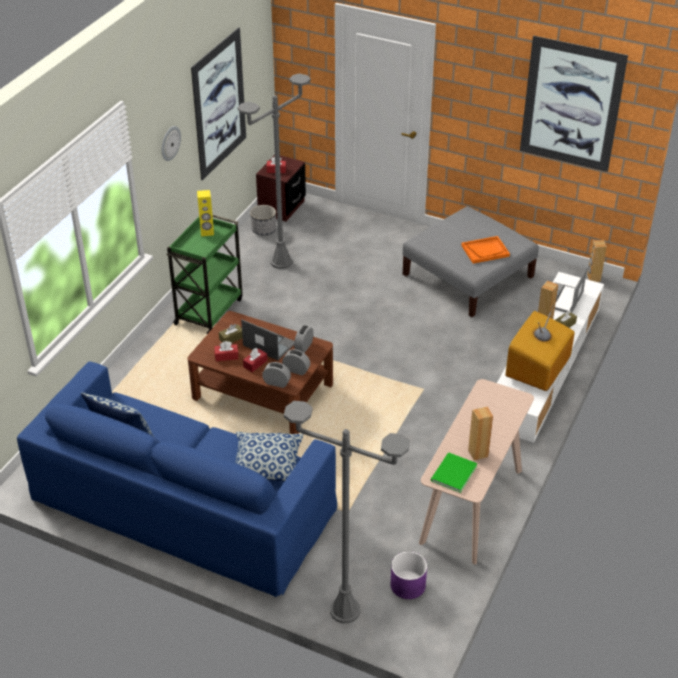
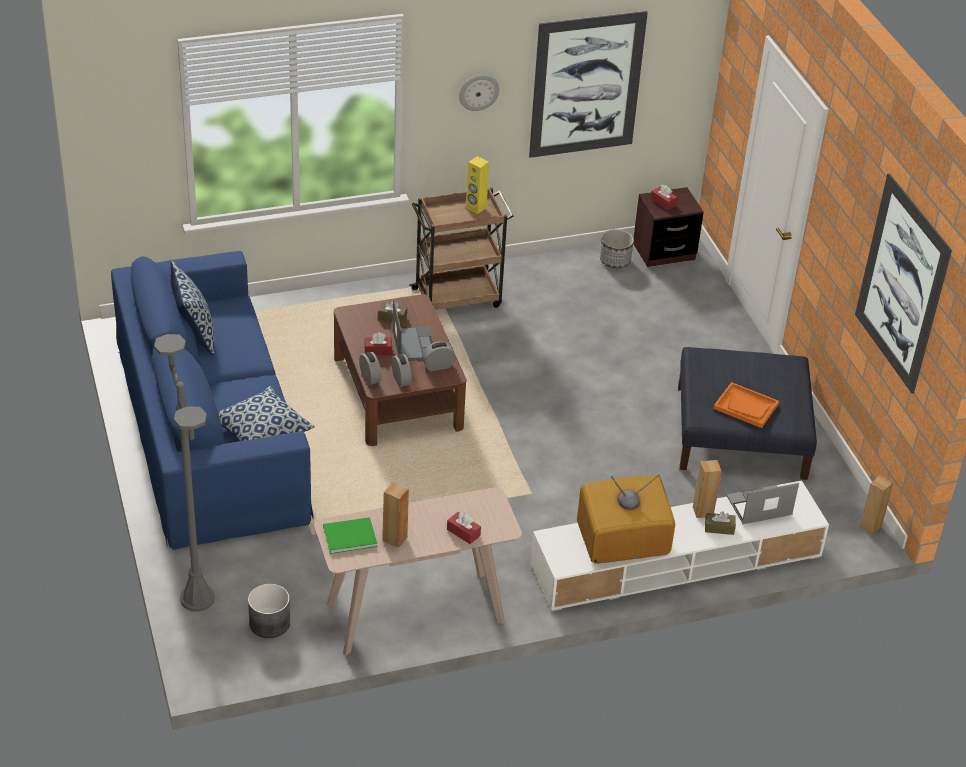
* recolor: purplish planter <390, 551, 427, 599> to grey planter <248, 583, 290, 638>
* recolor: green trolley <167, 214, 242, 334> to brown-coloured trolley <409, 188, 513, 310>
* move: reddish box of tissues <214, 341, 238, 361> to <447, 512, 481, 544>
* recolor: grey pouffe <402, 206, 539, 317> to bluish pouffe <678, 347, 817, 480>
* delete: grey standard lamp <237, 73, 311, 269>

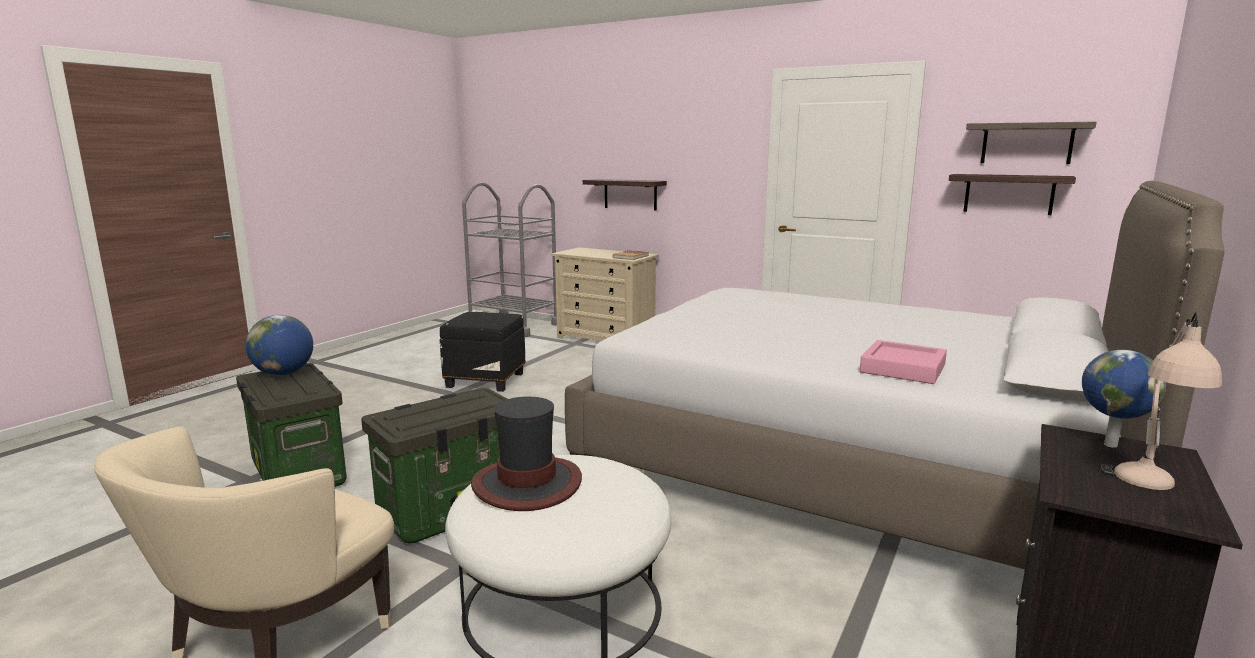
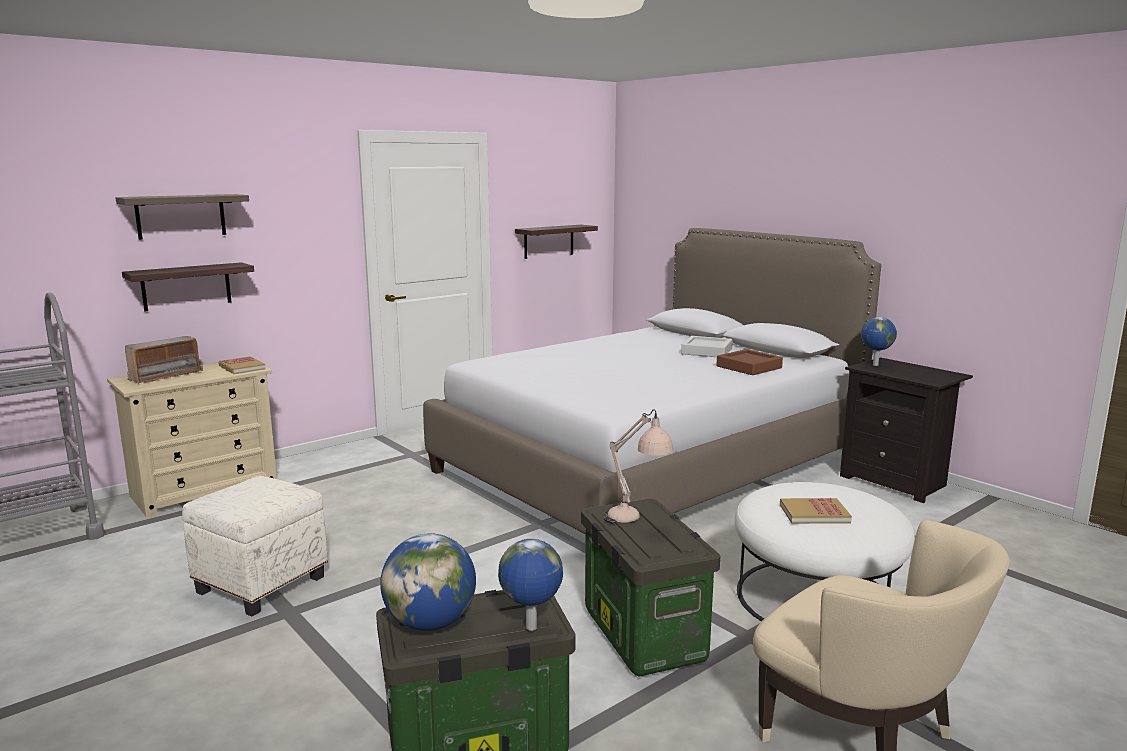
* move: bracket shelf <966, 122, 1097, 164> to <116, 194, 249, 240>
* insert: radio <125, 336, 203, 384>
* recolor: black-coloured pouffe <439, 312, 526, 392> to white-coloured pouffe <182, 476, 328, 617>
* insert: world globe <498, 539, 563, 631>
* move: beige-coloured lamp for a table <1101, 312, 1222, 490> to <604, 409, 674, 524>
* insert: grey serving tray <681, 336, 733, 357>
* recolor: pink serving tray <860, 340, 947, 384> to brown-coloured serving tray <716, 349, 783, 375>
* replace: wearable hat <471, 397, 582, 511> to bound book <780, 498, 852, 524>

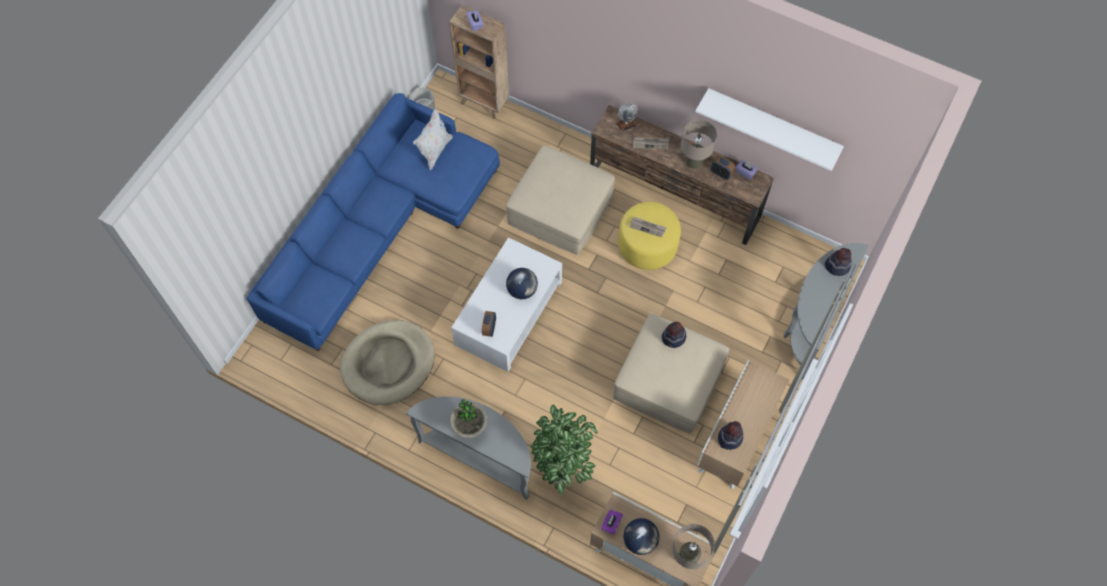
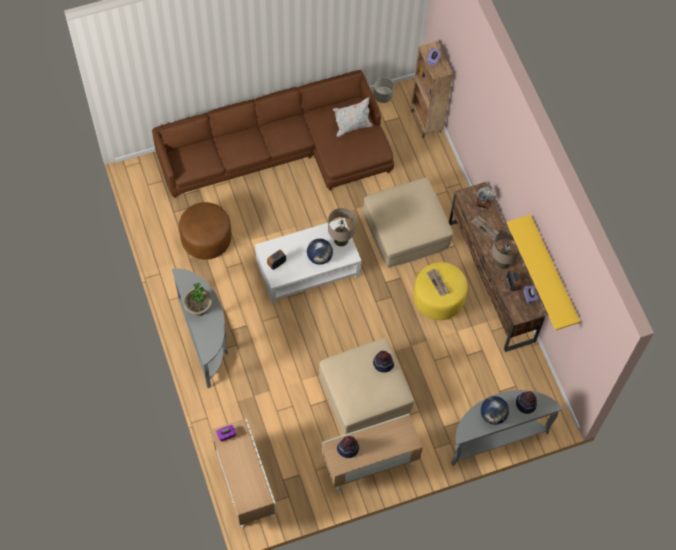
* recolor: bluish settee <247, 93, 500, 352> to brown-coloured settee <152, 70, 394, 198>
* replace: beige-coloured pet bed <340, 320, 435, 405> to brown-coloured pouffe <179, 202, 232, 260>
* move: beige-coloured lamp for a table <672, 524, 715, 569> to <328, 208, 356, 246>
* move: world globe <623, 518, 660, 555> to <481, 396, 509, 425>
* recolor: white-coloured bracket shelf <695, 88, 844, 171> to yellowish bracket shelf <507, 215, 580, 330>
* delete: plant in a pot <530, 405, 598, 495>

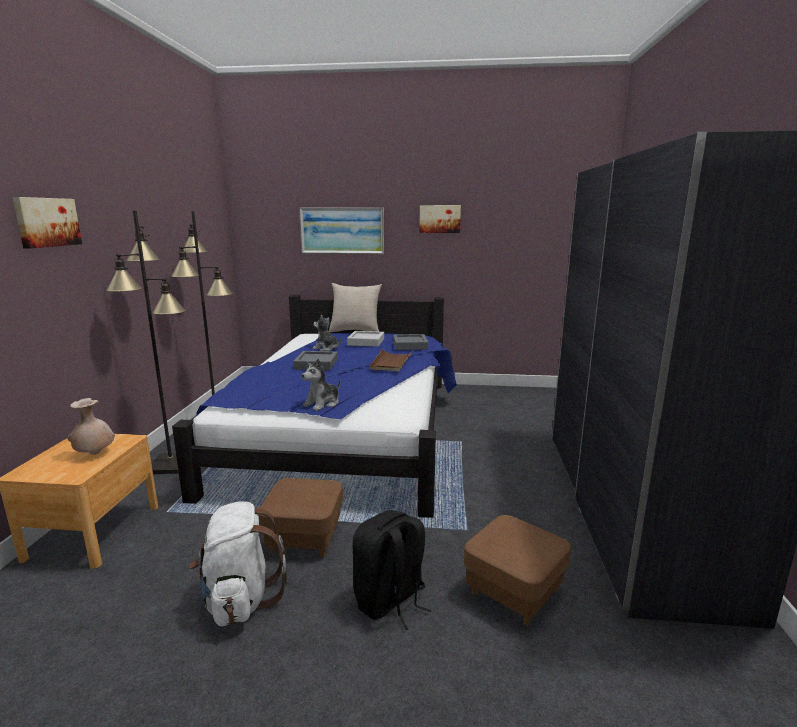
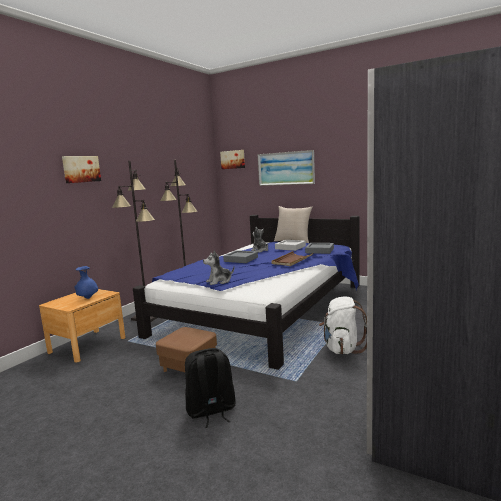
* recolor: beige-coloured vase <67, 398, 115, 455> to bluish vase <74, 266, 98, 299>
* move: picture <419, 205, 461, 233> to <220, 150, 245, 169>
* move: white-coloured knapsack <189, 501, 287, 626> to <319, 296, 367, 354>
* delete: brown-coloured pouffe <464, 515, 571, 626>

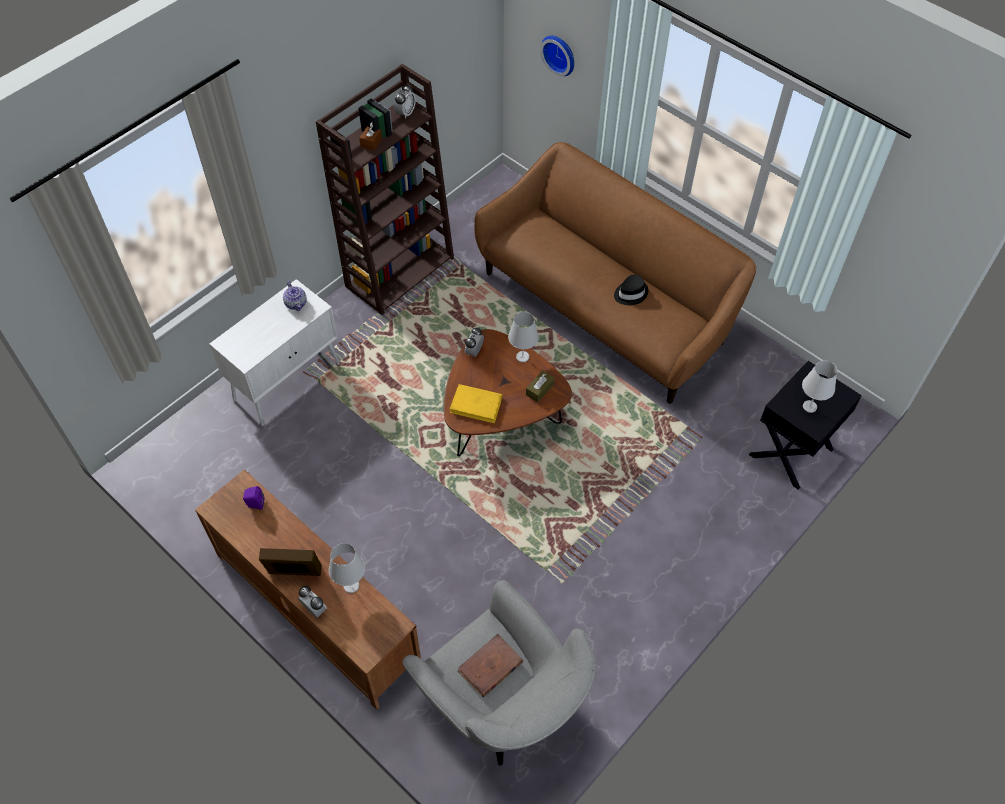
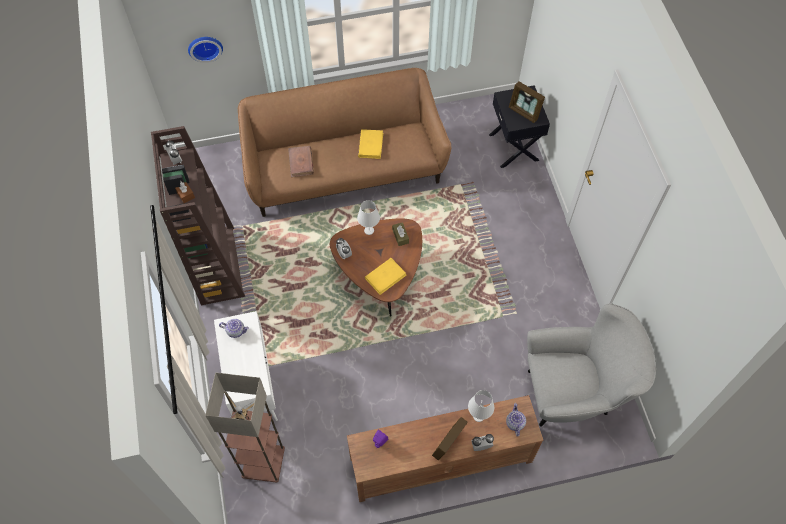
* insert: standard lamp <205, 372, 285, 483>
* move: brown-coloured bound book <457, 634, 523, 697> to <288, 146, 314, 177>
* replace: black-coloured wearable hat <614, 274, 648, 305> to yellowish bound book <358, 129, 383, 159>
* insert: teapot <506, 403, 526, 437>
* replace: white-coloured lamp for a table <802, 361, 838, 413> to picture frame <509, 81, 545, 123>

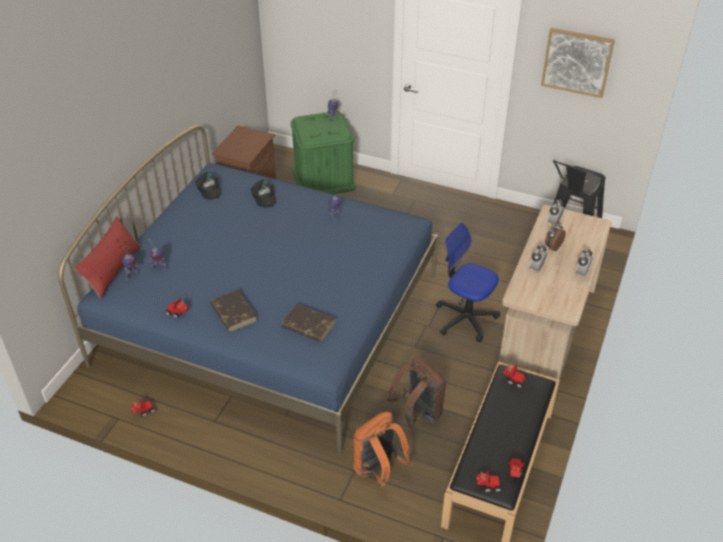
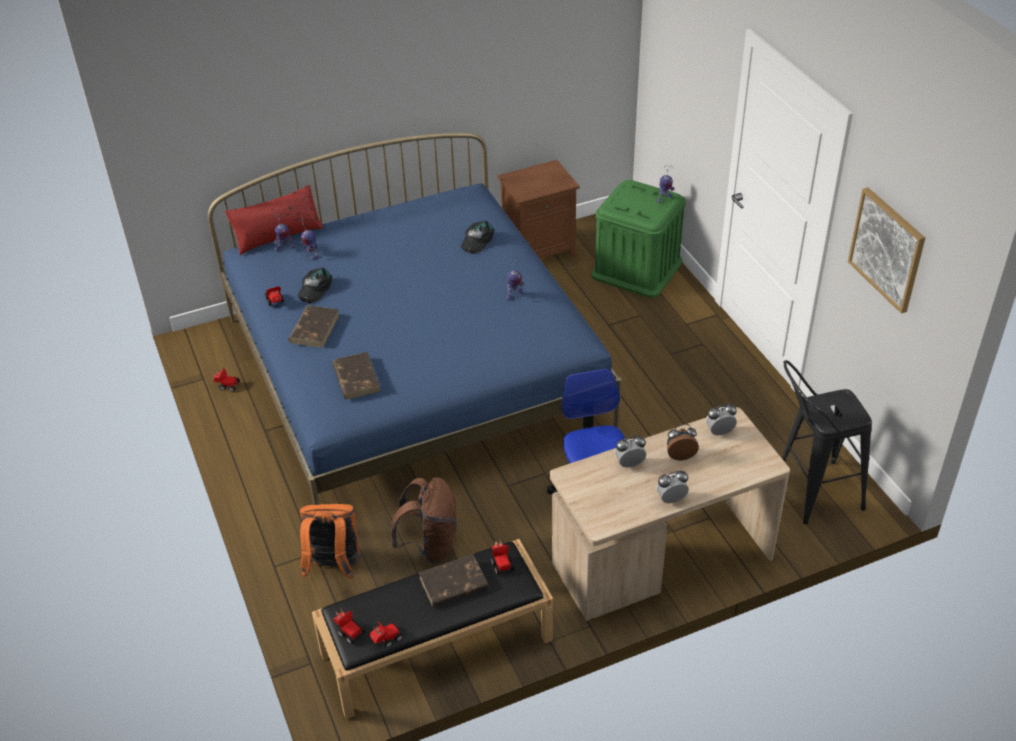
* move: black-coloured baseball cap <195, 172, 222, 199> to <298, 268, 332, 303>
* insert: brown-coloured bound book <418, 554, 488, 607>

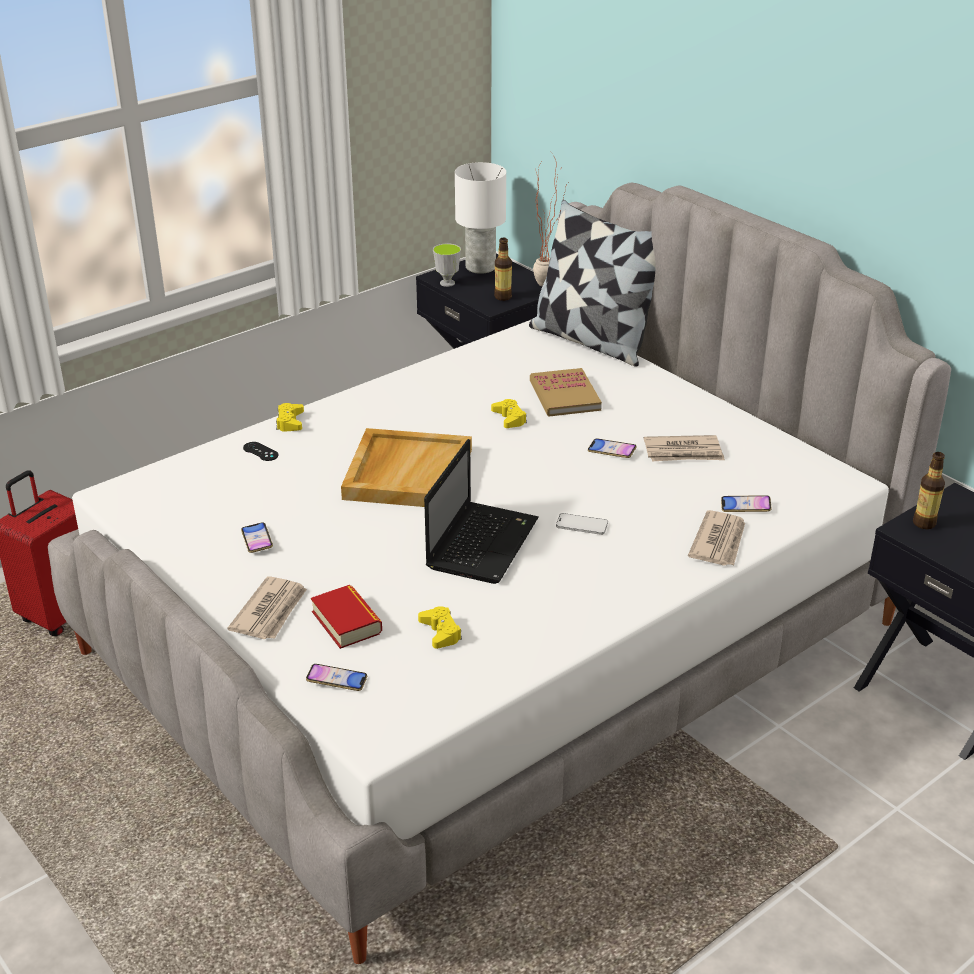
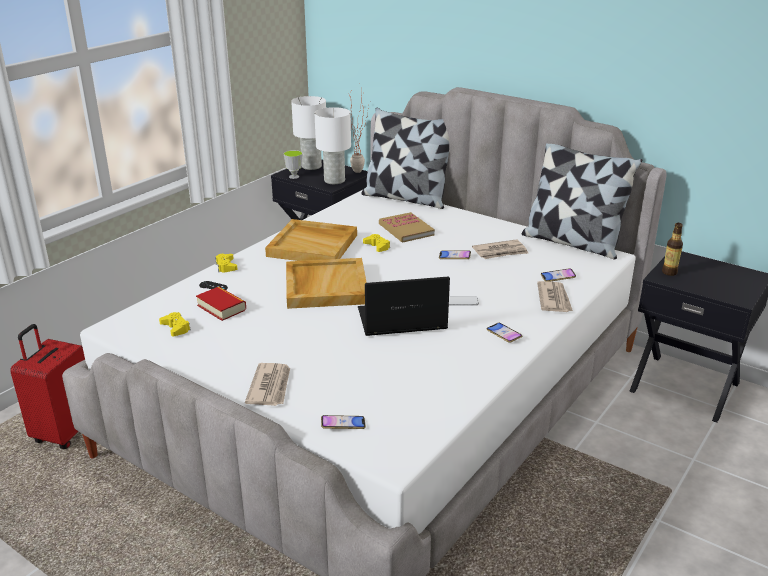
* move: yellowish joypad <418, 606, 462, 649> to <159, 312, 191, 337>
* move: bound book <311, 585, 382, 649> to <196, 287, 246, 321>
* insert: beige-coloured serving tray <265, 219, 357, 261>
* replace: drink bottle <494, 238, 512, 301> to white-coloured lamp for a table <314, 107, 351, 184>
* rotate: notebook computer <424, 439, 539, 584> = <358, 276, 450, 336> 105 degrees counterclockwise
* move: handset <241, 522, 273, 553> to <486, 323, 522, 343>
* insert: pillow <522, 143, 642, 259>

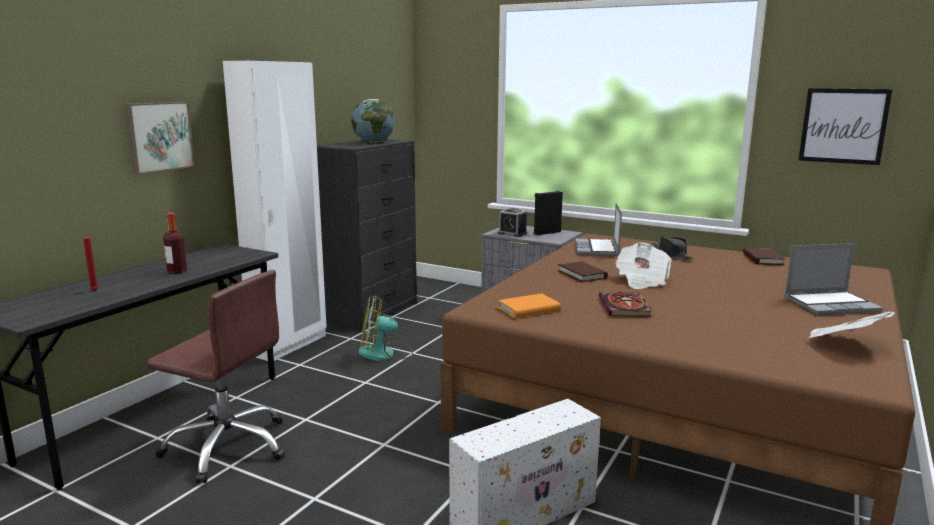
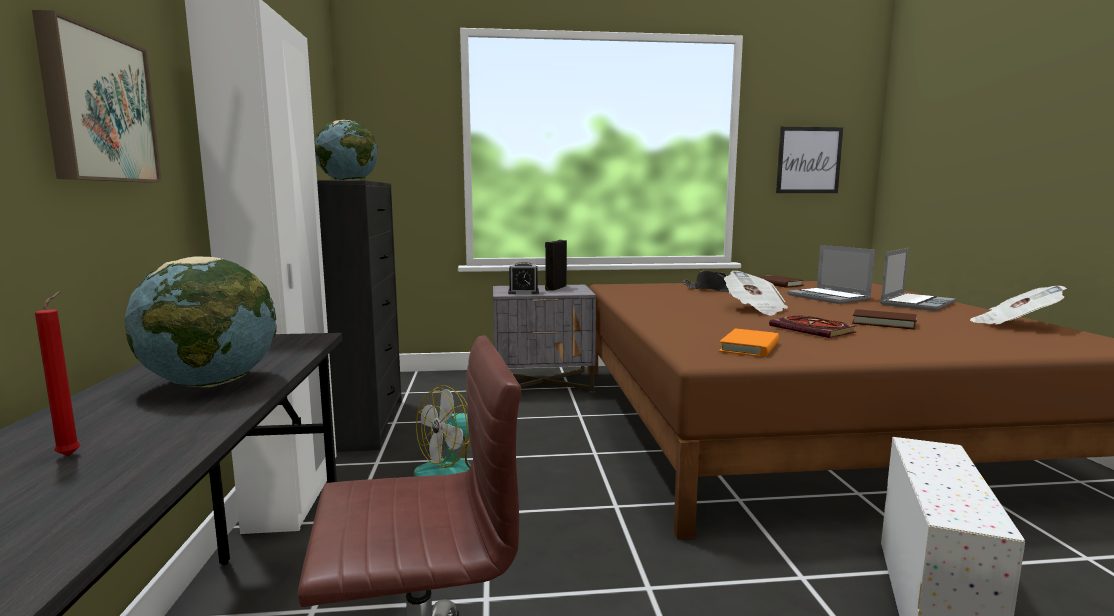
* replace: drink bottle <163, 213, 187, 274> to world globe <124, 256, 277, 387>
* move: notebook computer <576, 203, 622, 256> to <787, 245, 875, 304>
* move: brown-coloured bound book <558, 261, 608, 282> to <852, 309, 917, 330>

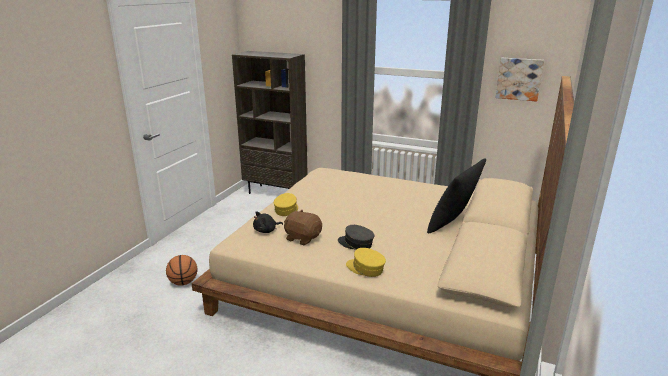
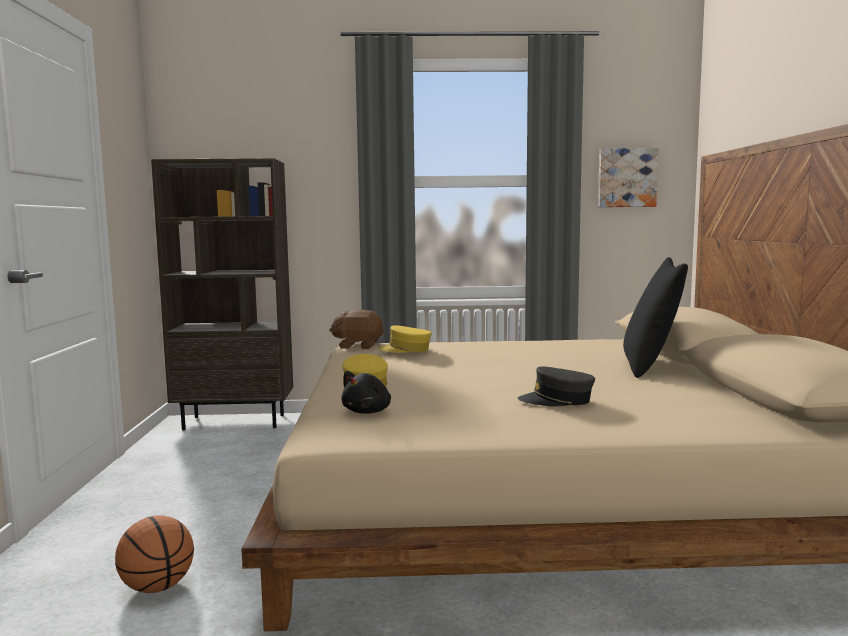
* move: brown-coloured plush toy <284, 210, 322, 246> to <329, 310, 384, 349>
* move: yellowish baseball cap <346, 248, 386, 277> to <378, 325, 432, 353>

